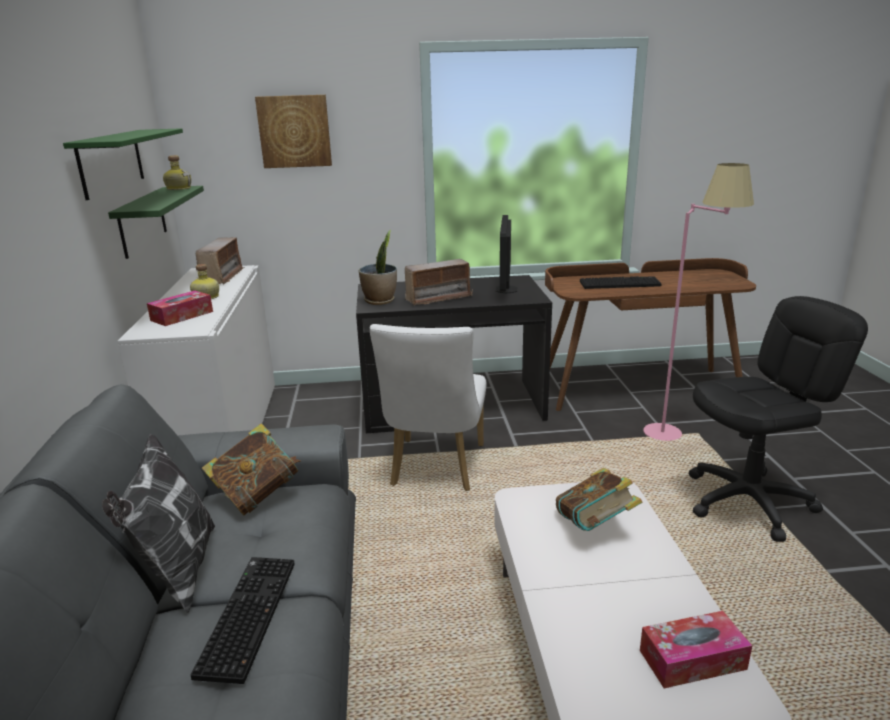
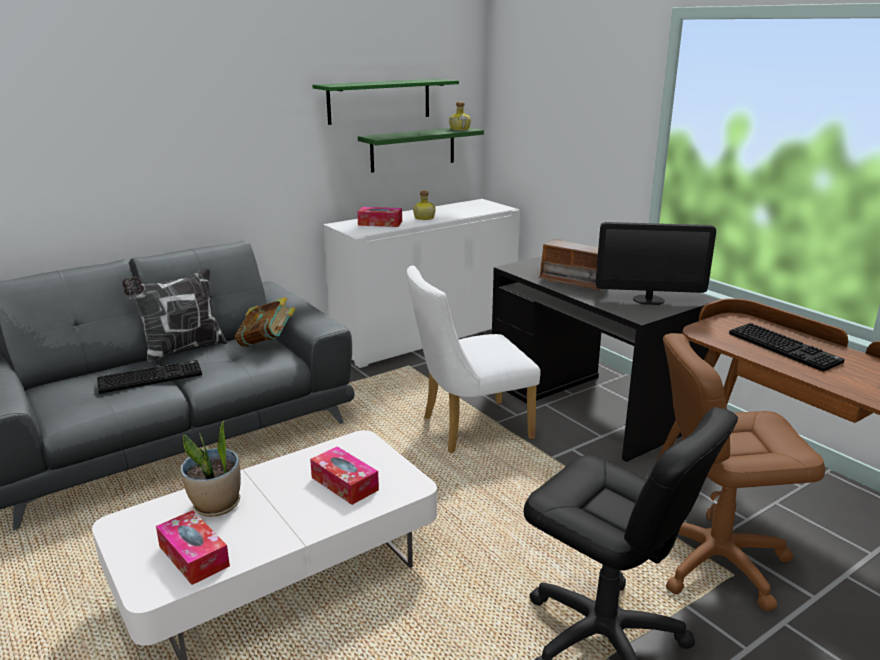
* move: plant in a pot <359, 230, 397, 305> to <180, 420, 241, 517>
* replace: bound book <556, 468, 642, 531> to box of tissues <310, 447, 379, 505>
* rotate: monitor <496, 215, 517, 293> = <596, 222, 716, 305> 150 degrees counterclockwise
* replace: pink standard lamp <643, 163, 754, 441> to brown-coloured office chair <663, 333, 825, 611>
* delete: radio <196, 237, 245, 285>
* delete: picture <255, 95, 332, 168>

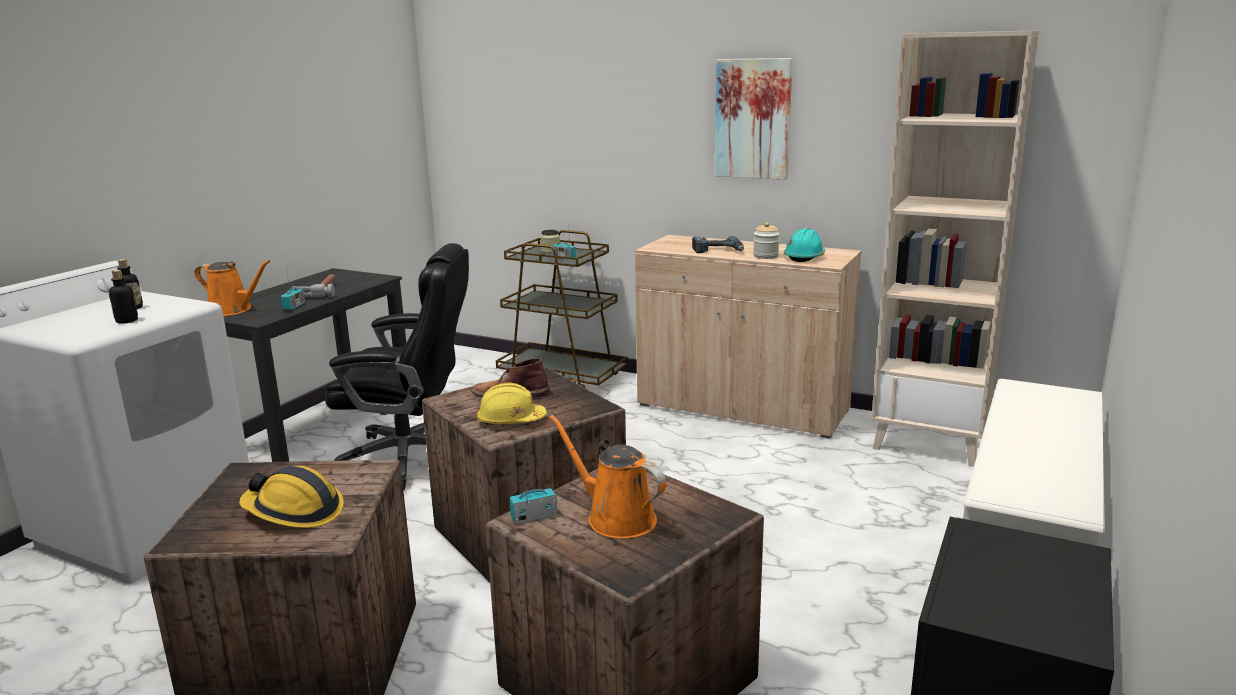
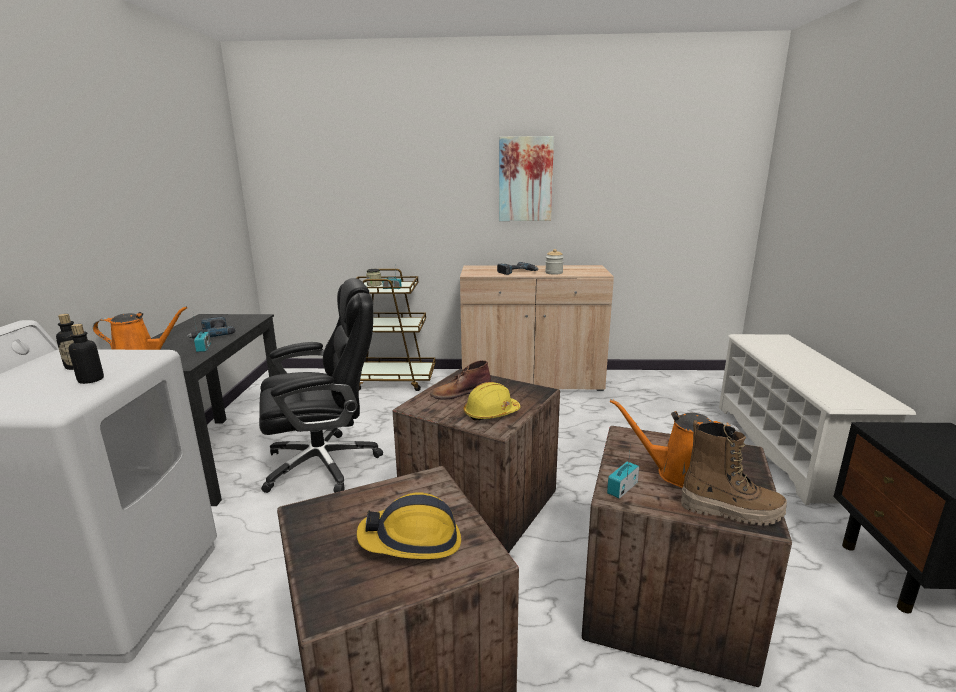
* replace: tool hammer <291, 274, 335, 298> to electric drill <187, 316, 235, 338>
* insert: tall boot <681, 420, 787, 525>
* delete: turquoise work helmet <784, 228, 825, 262>
* delete: beige-coloured bookcase <871, 31, 1039, 467>

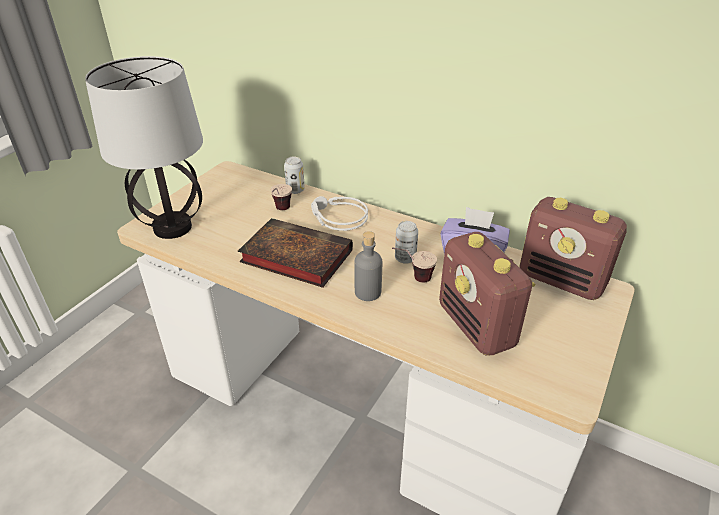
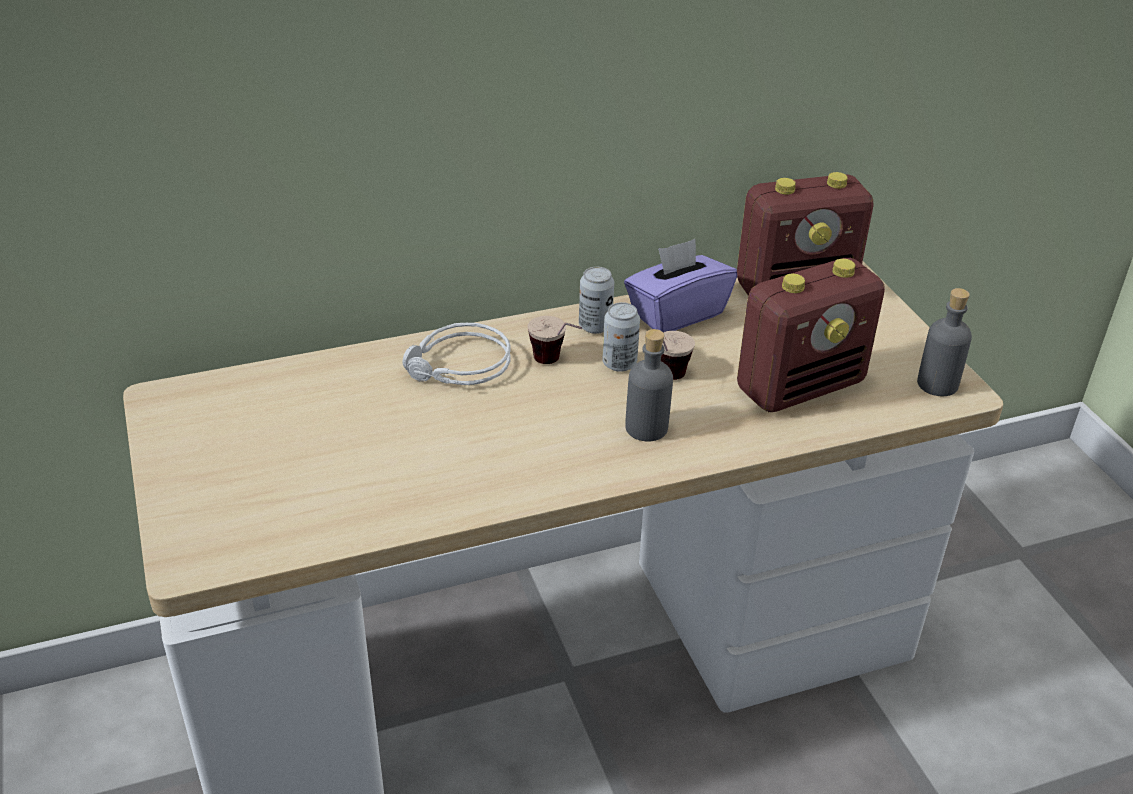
* move: cup <271, 184, 292, 210> to <527, 316, 582, 364>
* move: can <284, 157, 305, 194> to <579, 267, 614, 334>
* rotate: radio <439, 232, 536, 356> = <737, 258, 885, 412> 45 degrees counterclockwise
* insert: grey drink bottle <917, 288, 972, 396>
* delete: lamp for a table <85, 56, 203, 239>
* delete: bound book <238, 218, 353, 288>

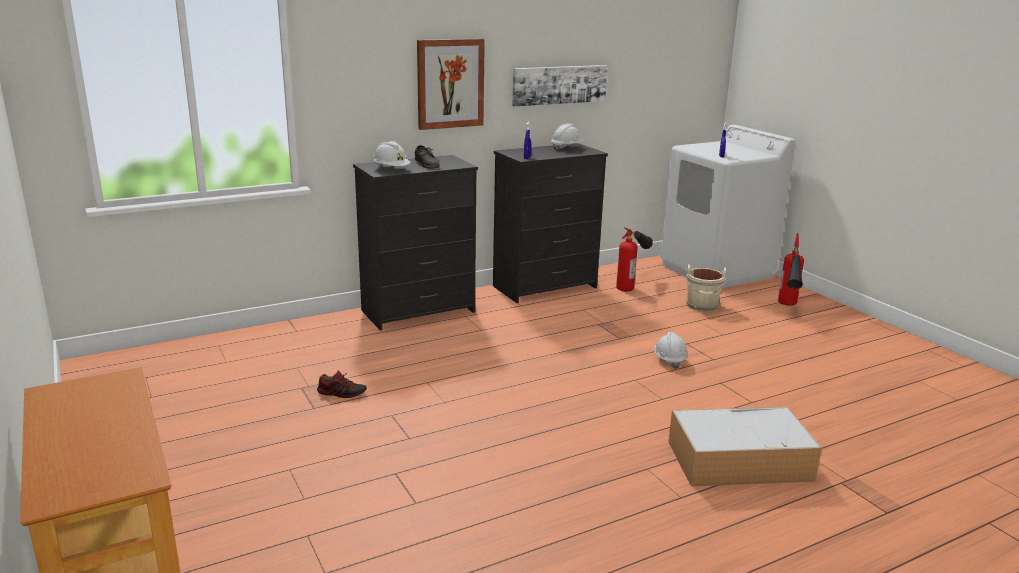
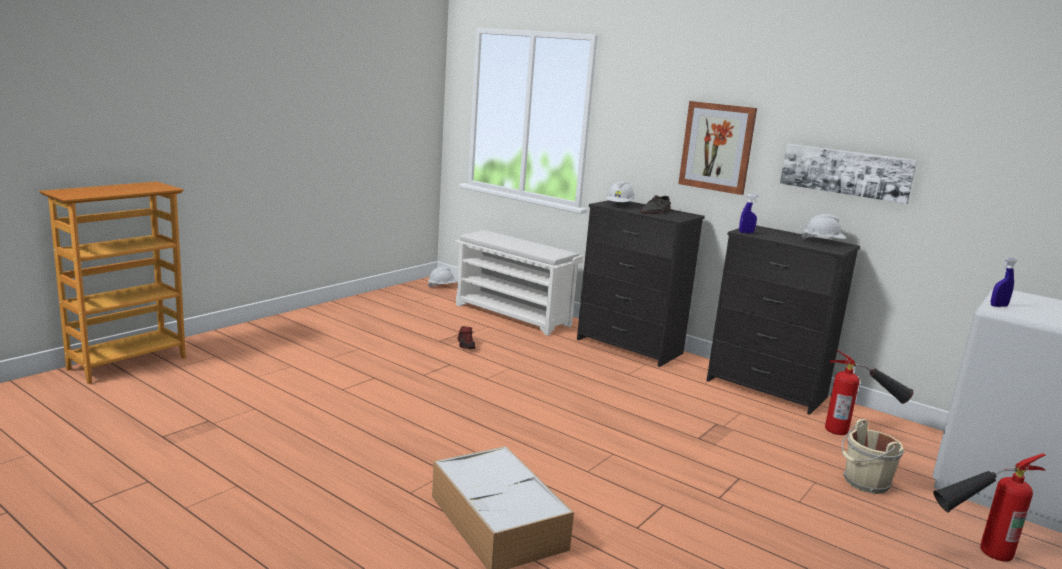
* move: white-coloured work helmet <654, 332, 688, 369> to <428, 267, 457, 287>
* insert: white-coloured shoe rack <455, 230, 583, 336>

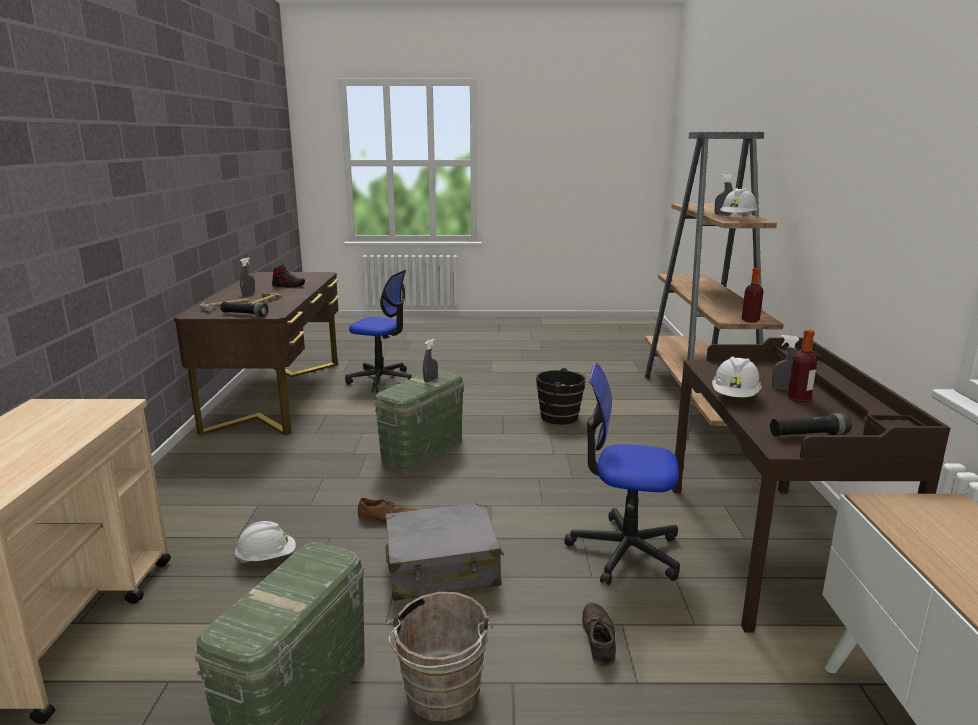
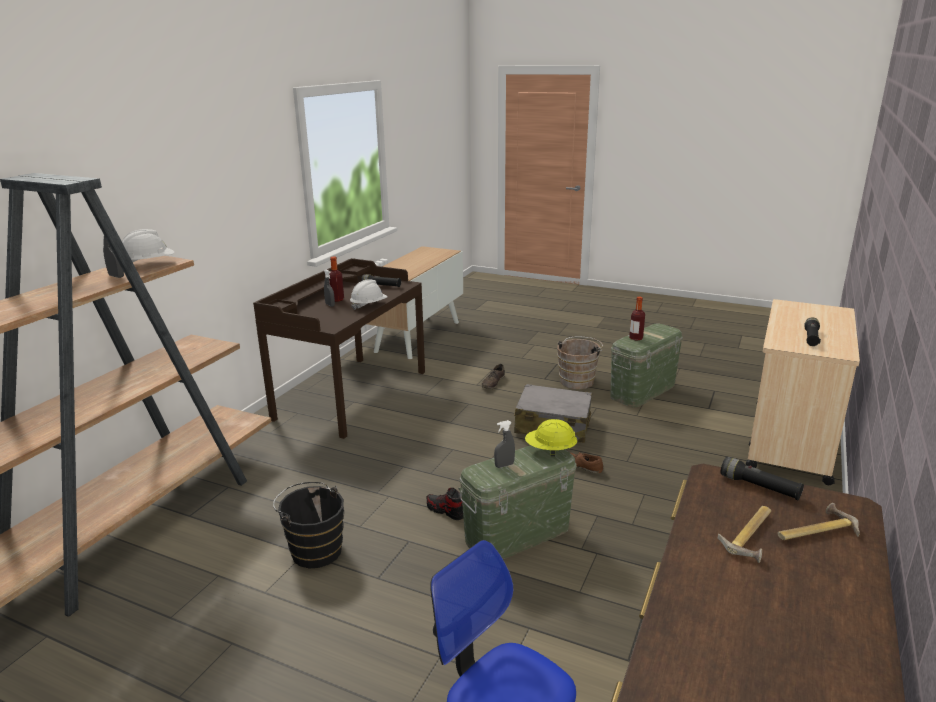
* move: item of footwear <272, 264, 305, 288> to <427, 488, 463, 520>
* insert: yellowish work helmet <525, 419, 577, 456>
* move: drink bottle <742, 268, 763, 323> to <629, 297, 645, 341>
* insert: black-coloured hand torch <804, 317, 821, 346>
* delete: white-coloured work helmet <234, 521, 296, 563>
* delete: grey hand sprayer <240, 258, 255, 295>
* delete: office chair <564, 363, 680, 585>

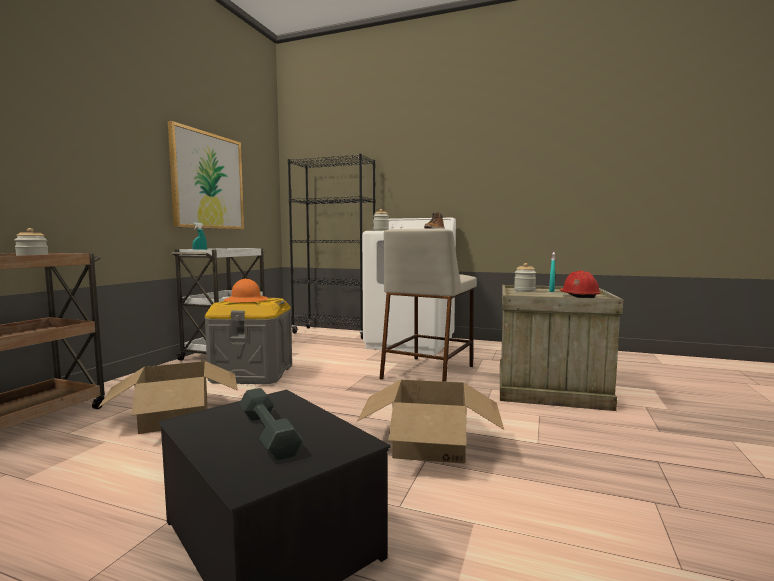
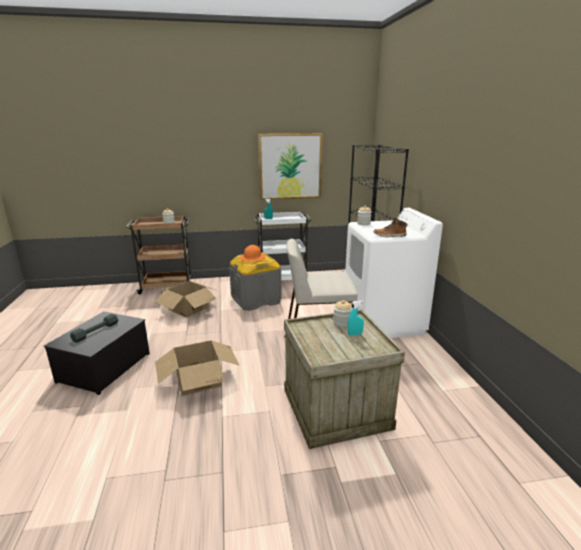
* delete: reddish work helmet <560, 270, 601, 298>

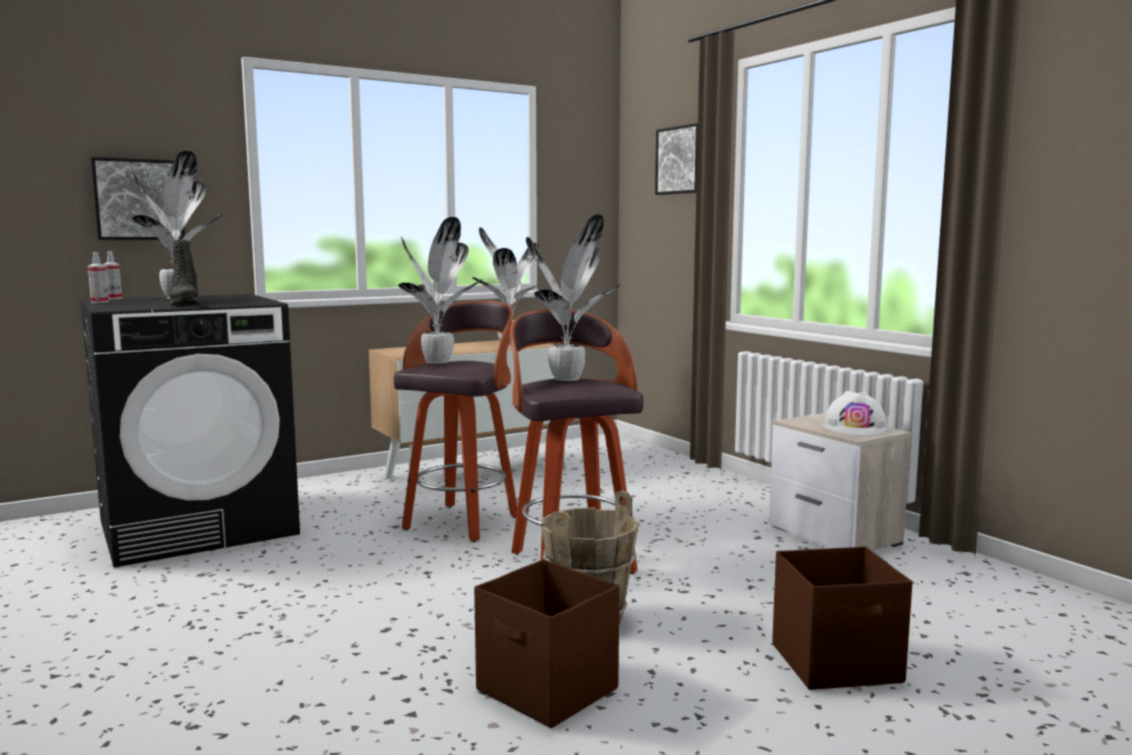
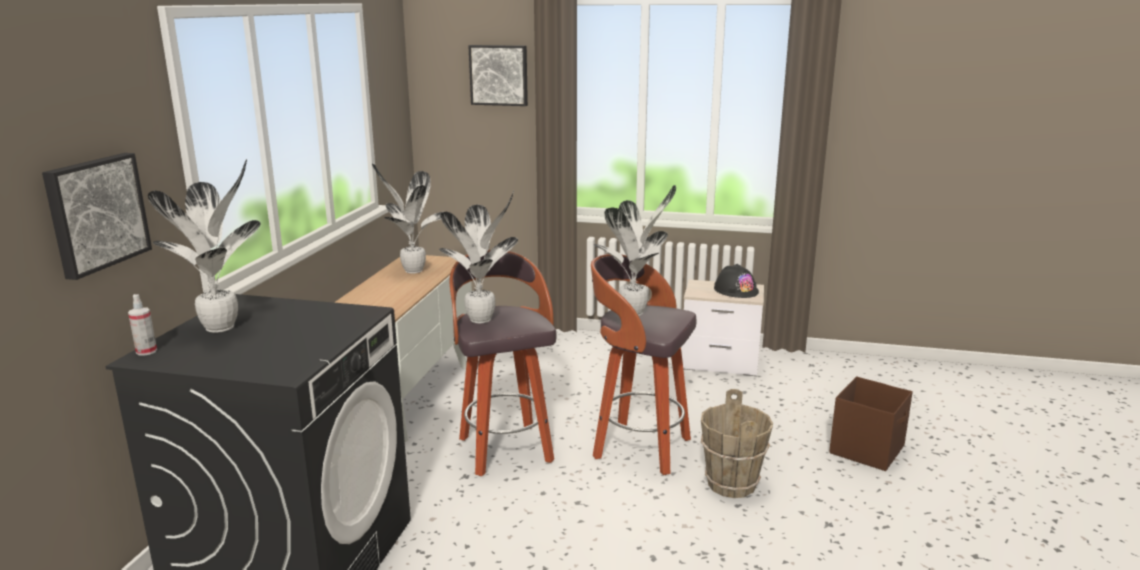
* recolor: white-coloured work helmet <823, 391, 888, 436> to black-coloured work helmet <714, 264, 759, 298>
* delete: hand sprayer <88, 252, 109, 303>
* delete: black-coloured tall boot <170, 239, 200, 305>
* delete: brown-coloured storage container <474, 559, 619, 728>

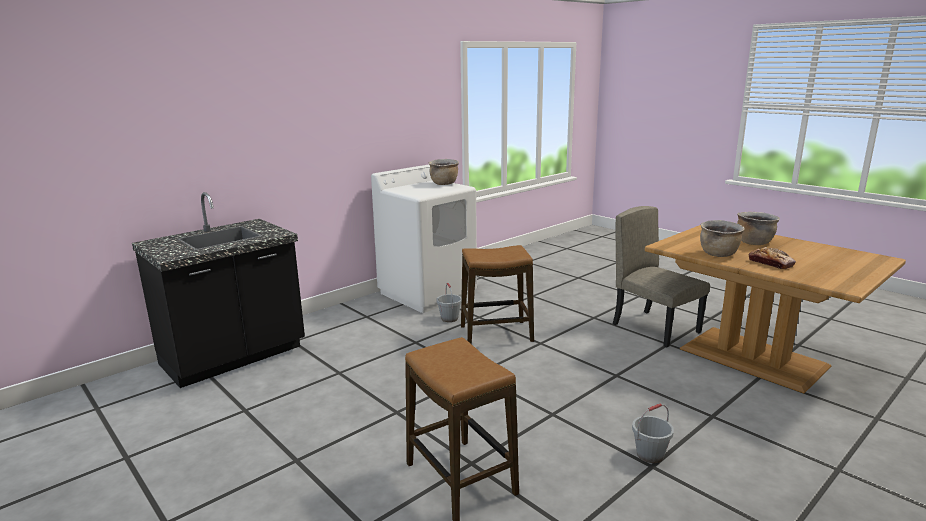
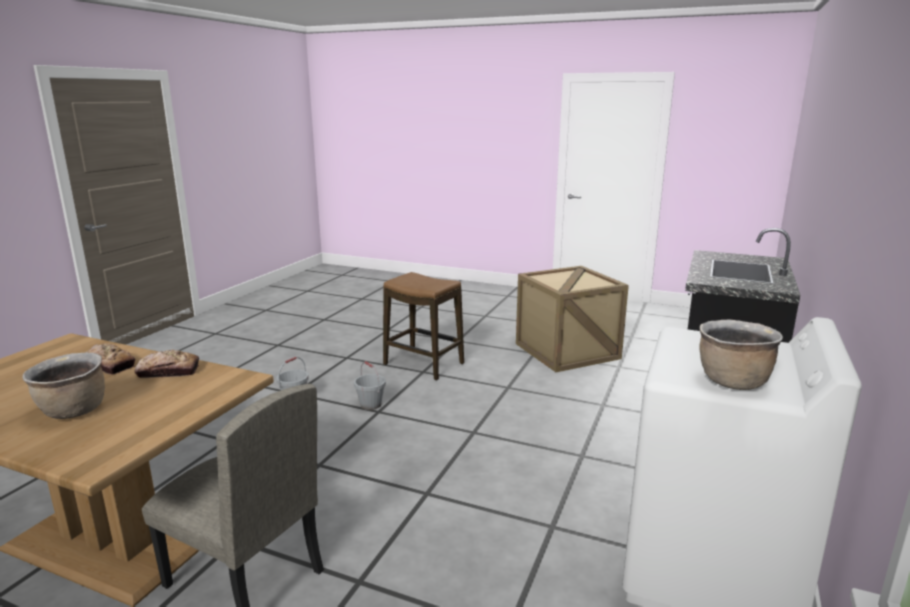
* replace: brown-coloured stockpot <700, 220, 745, 257> to bakery bread <134, 350, 199, 378>
* move: grey pail <436, 283, 461, 322> to <354, 361, 386, 410>
* insert: crate <516, 266, 629, 372>
* delete: sitting stool <461, 245, 534, 344>

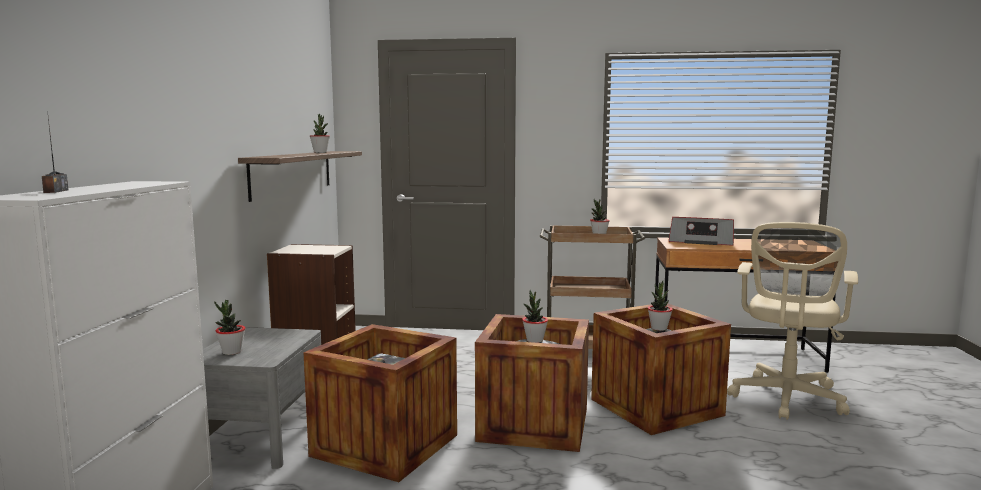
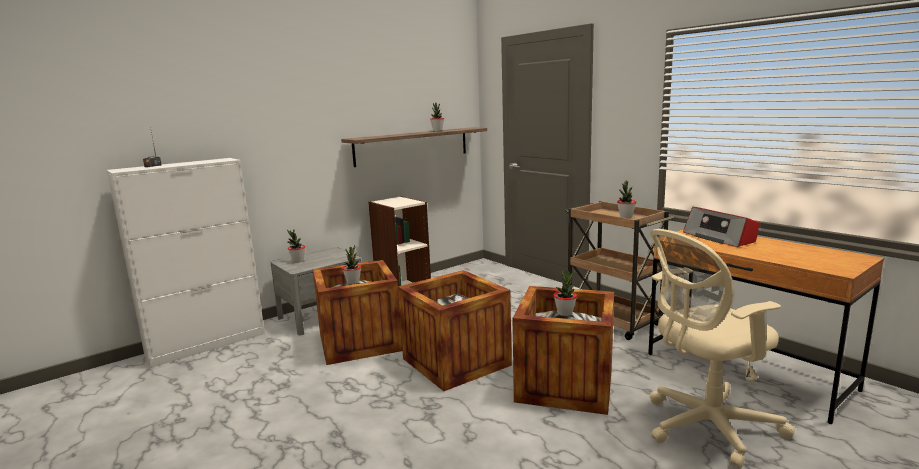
* move: plant in a pot <522, 290, 548, 343> to <342, 245, 361, 284>

